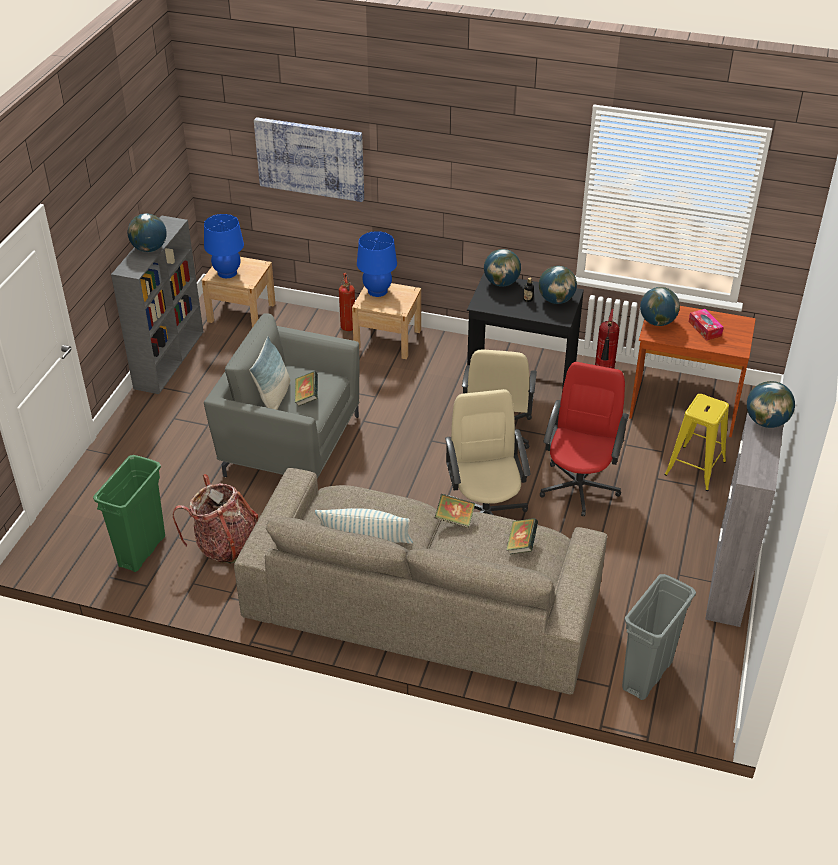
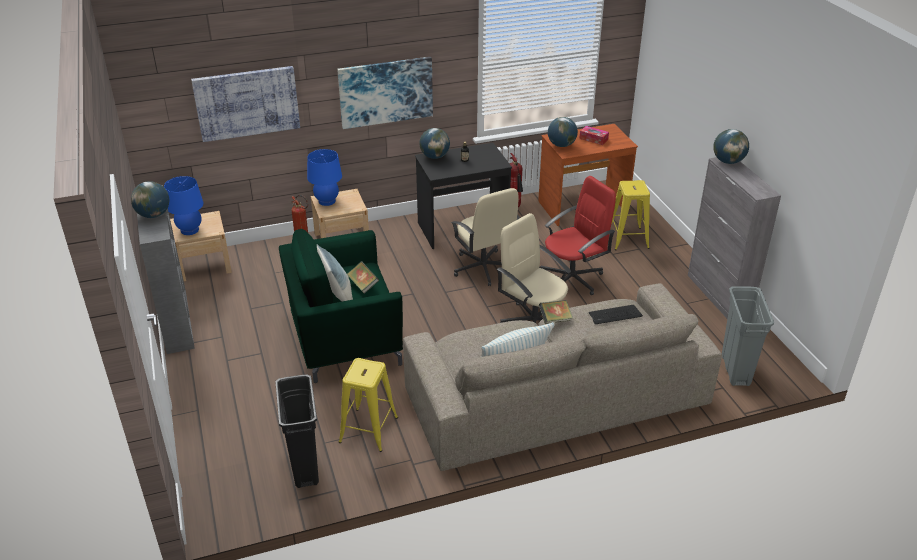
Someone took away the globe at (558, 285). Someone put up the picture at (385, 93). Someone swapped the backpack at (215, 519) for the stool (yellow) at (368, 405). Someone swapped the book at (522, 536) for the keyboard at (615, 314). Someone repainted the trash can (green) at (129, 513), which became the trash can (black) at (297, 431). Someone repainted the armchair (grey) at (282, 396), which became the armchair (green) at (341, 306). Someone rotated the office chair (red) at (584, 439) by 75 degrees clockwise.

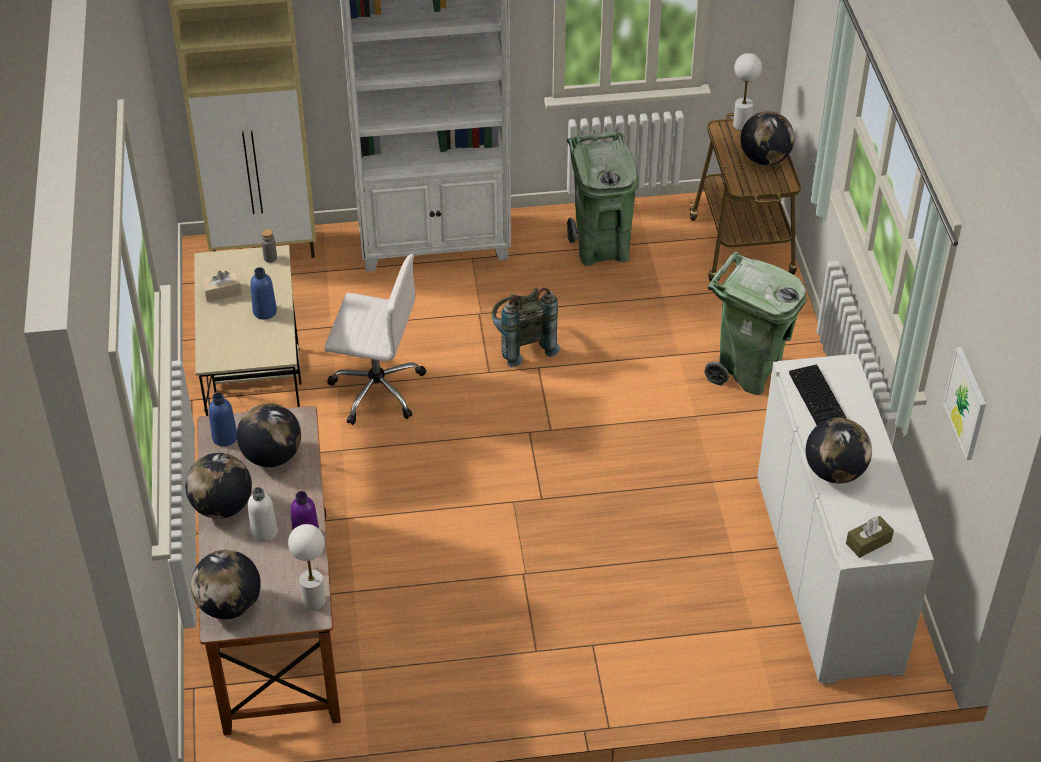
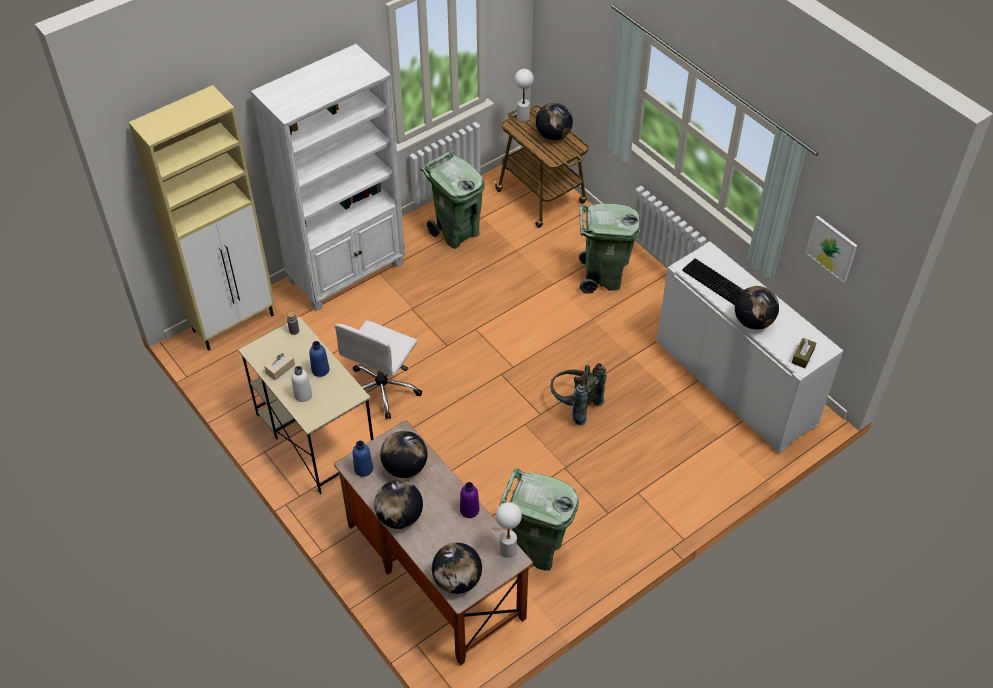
Someone put down the trash can (green) at (539, 519). Someone carried the bottle (white) from (263, 514) to (301, 384). Someone carried the backpack (grey) from (526, 327) to (578, 394). Someone rotated the office chair (white) at (375, 339) by 135 degrees clockwise.

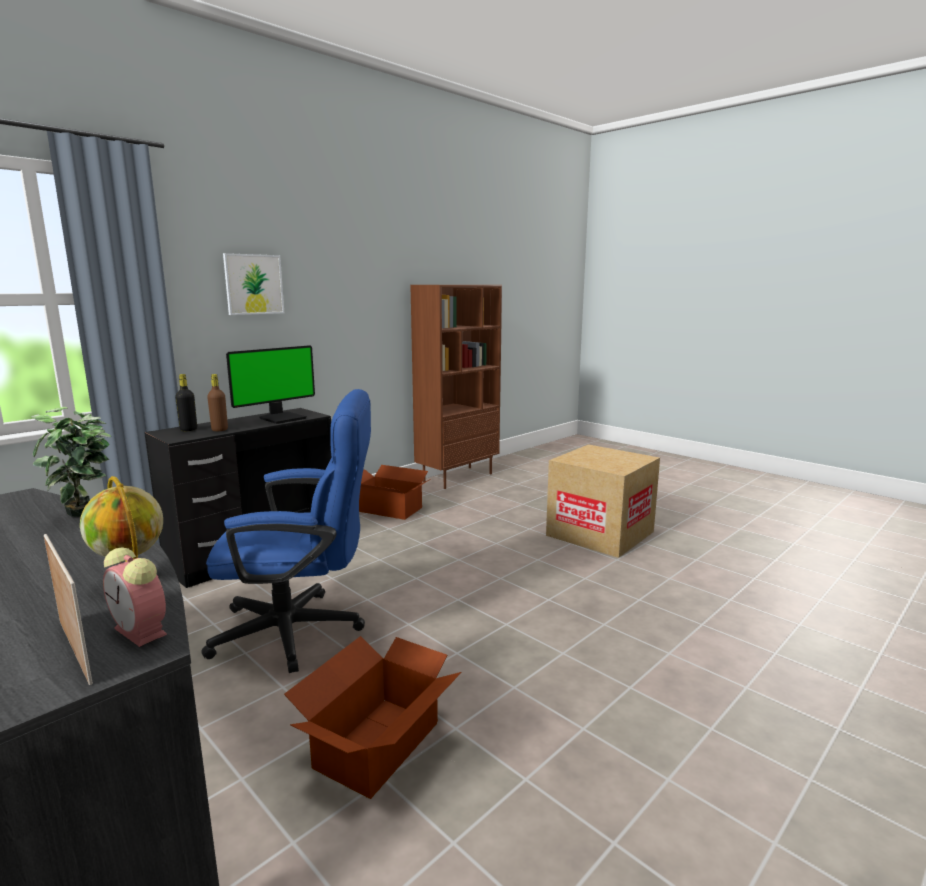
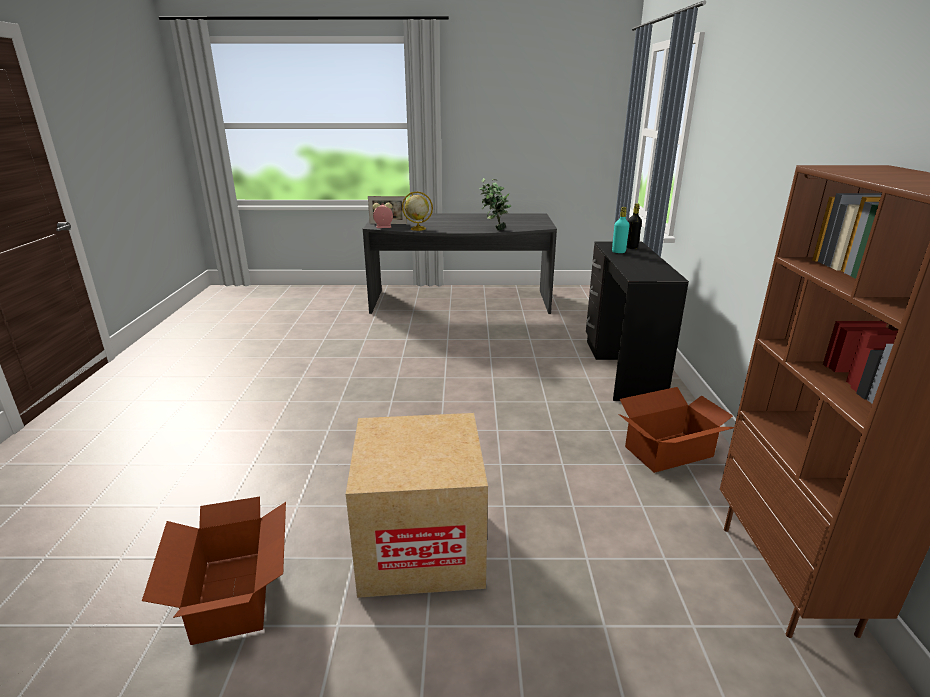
Someone took away the office chair (blue) at (286, 531). Someone took away the picture at (253, 284). Someone took away the monitor at (270, 384). Someone carried the cardboard box from (373, 717) to (214, 571). Someone repainted the bottle (brown) at (217, 402), which became the bottle (turquoise) at (621, 230).

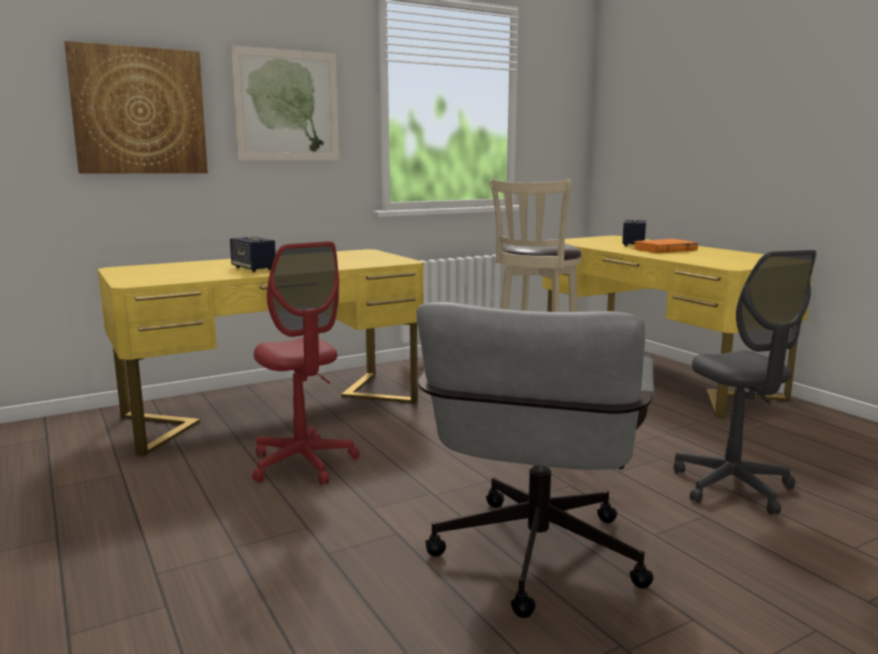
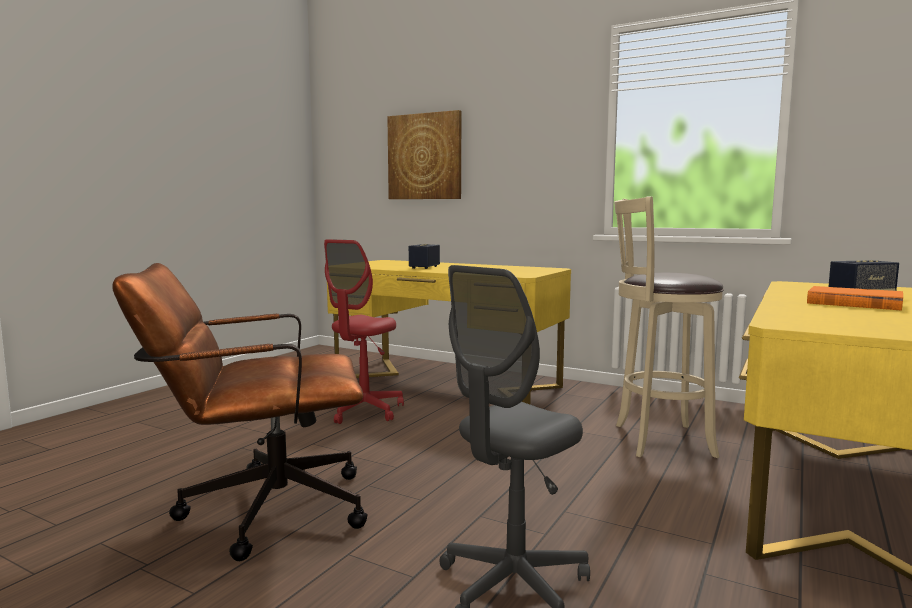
Someone took away the picture at (285, 103). Someone repainted the office chair (grey) at (535, 460), which became the office chair (brown) at (240, 412).

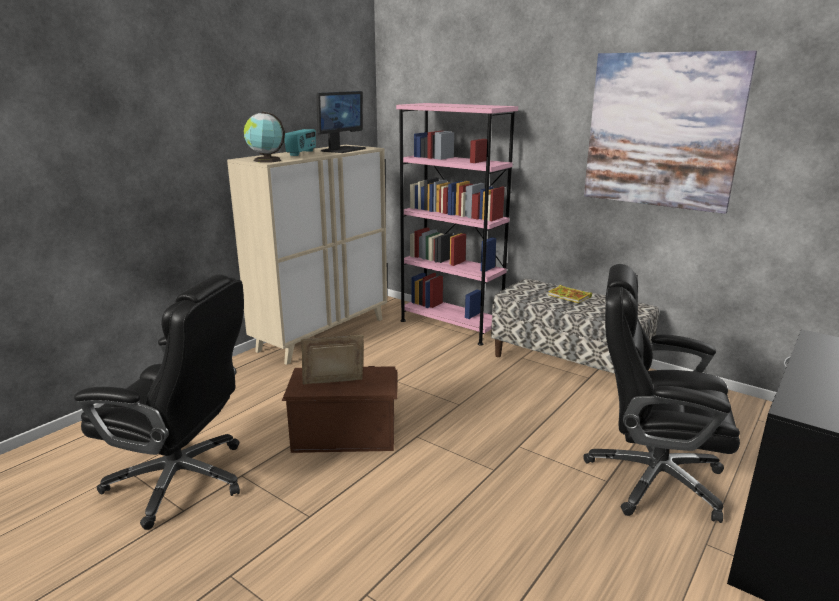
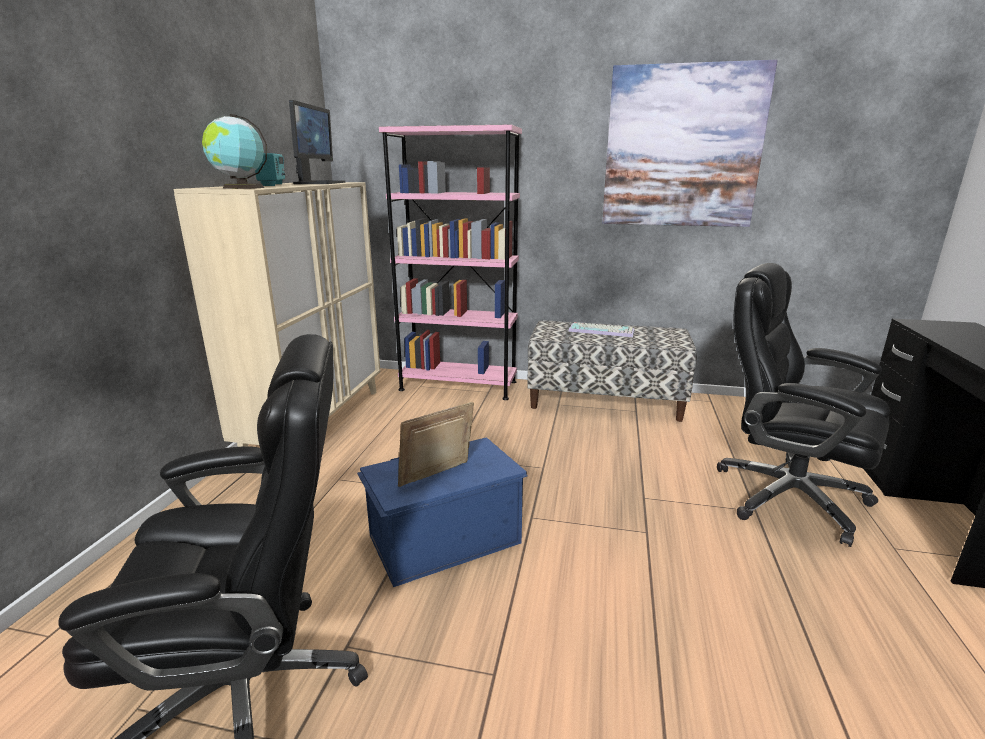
Someone swapped the book at (570, 294) for the keyboard at (601, 329). Someone repainted the storage box (brown) at (339, 409), which became the storage box (blue) at (442, 512). Someone rotated the office chair (black) at (661, 393) by 45 degrees clockwise.

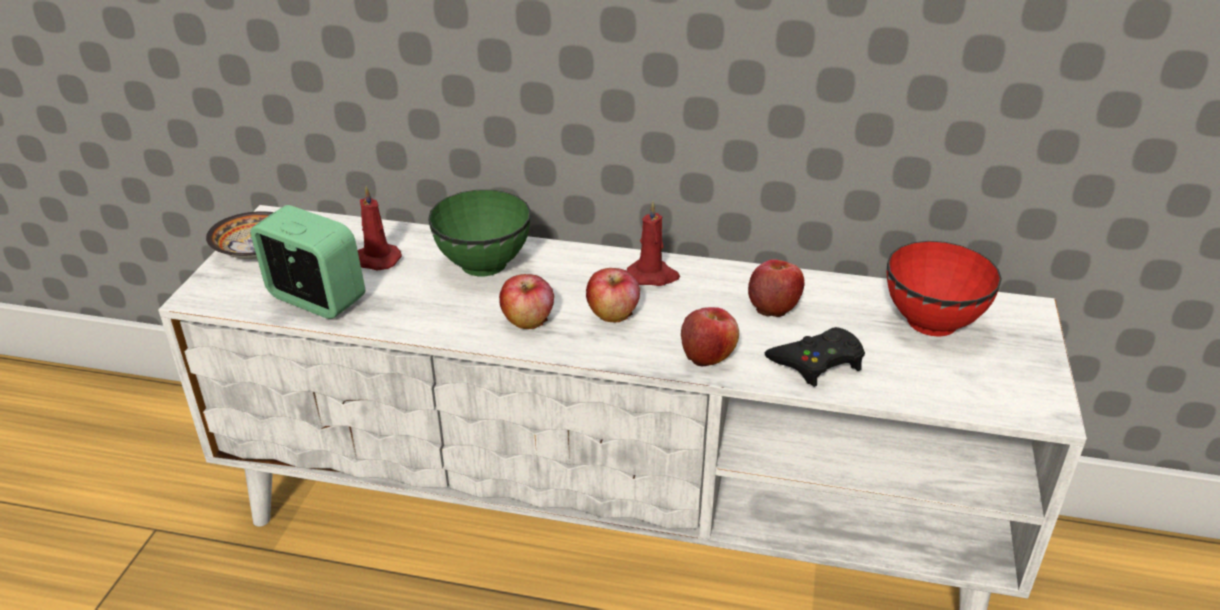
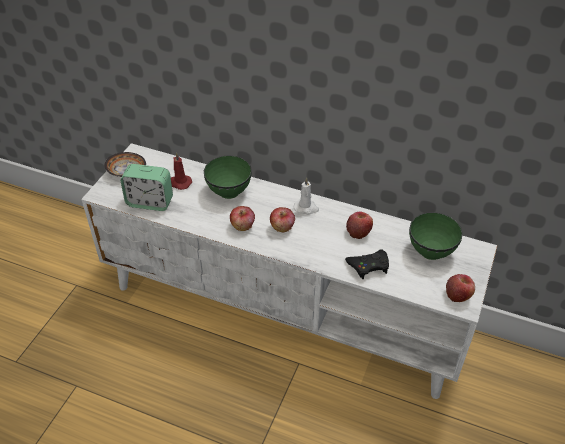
Someone carried the apple from (710, 337) to (460, 288). Someone repainted the candle (red) at (653, 243), which became the candle (white) at (306, 196). Someone repainted the bowl (red) at (944, 289), which became the bowl (green) at (436, 236). Someone rotated the alarm clock at (308, 262) by 150 degrees clockwise.

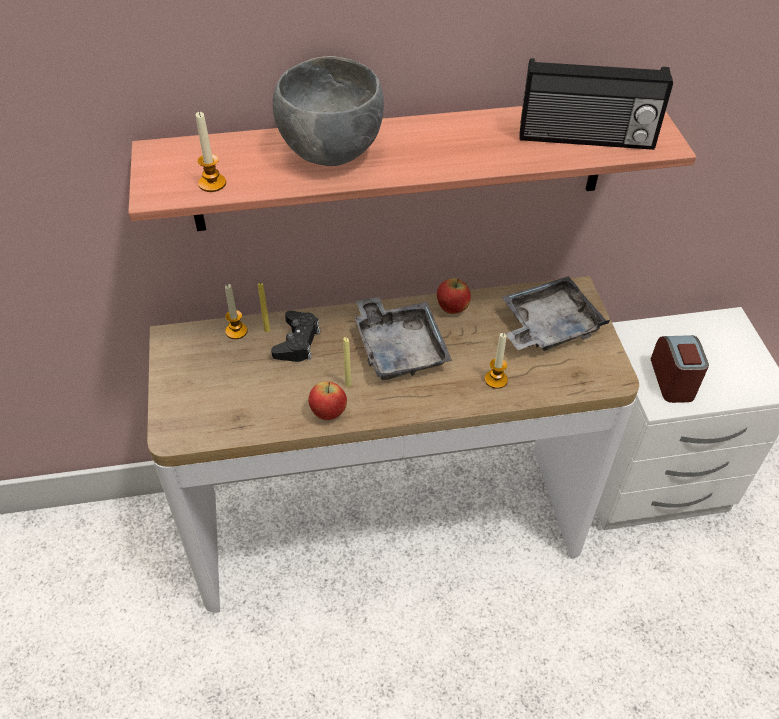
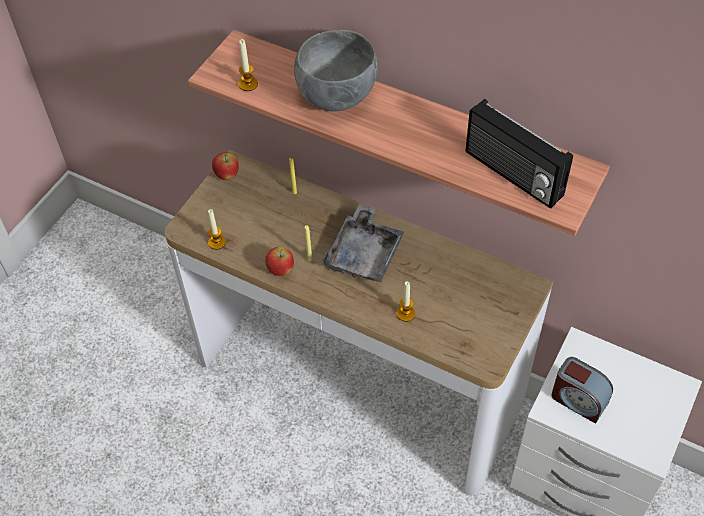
Someone took away the game controller (black) at (296, 336). Someone took away the tray (grey) at (556, 313). Someone carried the candle from (236, 311) to (217, 229). Someone carried the apple from (454, 296) to (225, 166). Someone rotated the alarm clock at (680, 369) by 90 degrees clockwise.

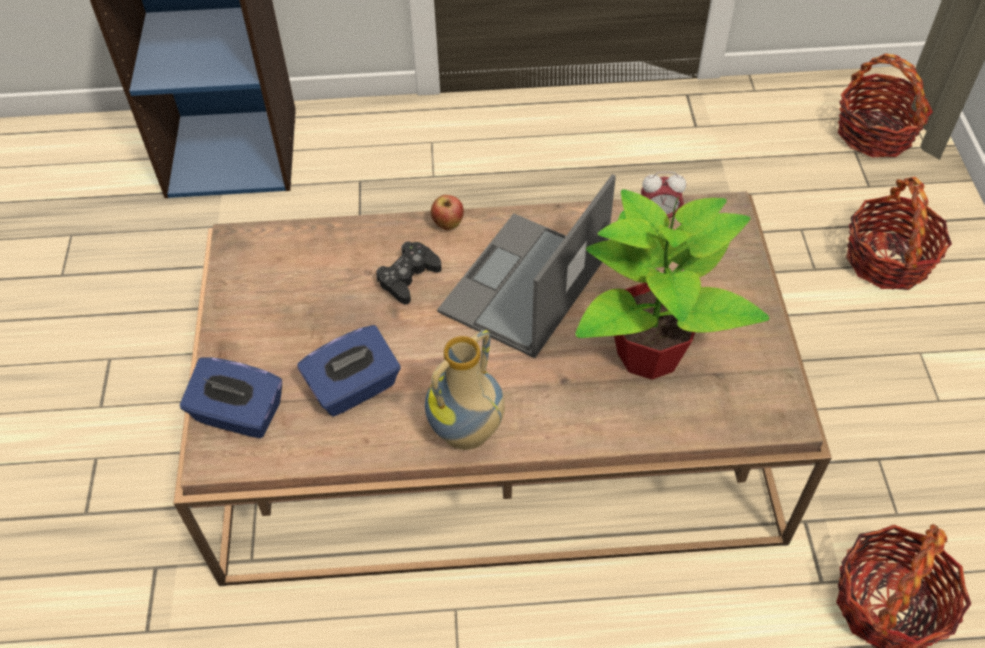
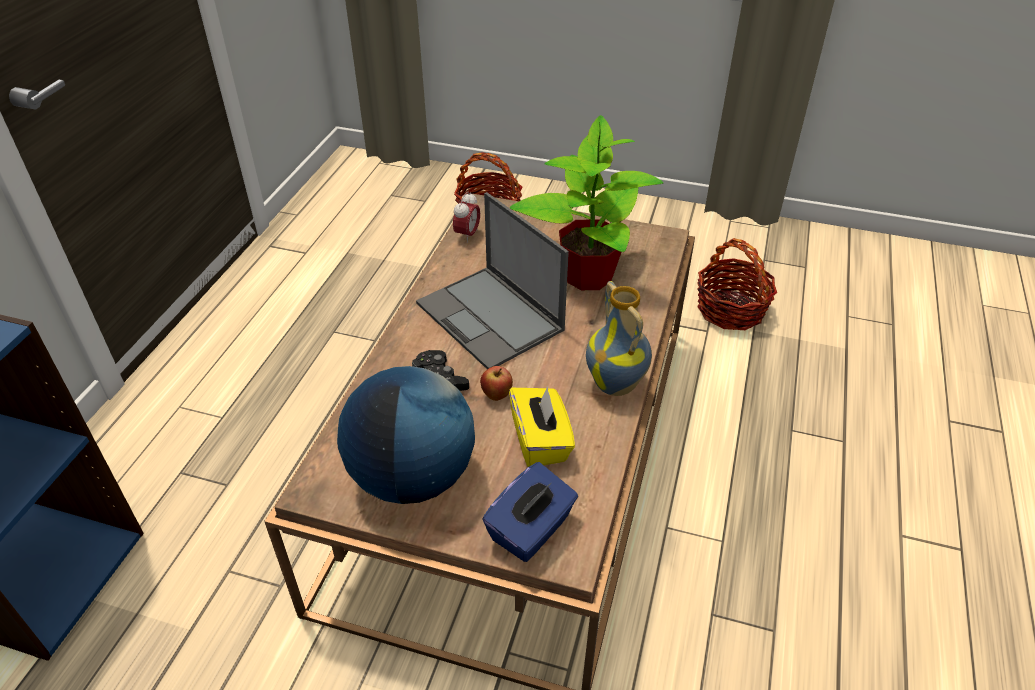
Someone took away the basket at (885, 105). Someone put down the globe at (406, 435). Someone carried the apple from (447, 212) to (496, 383). Someone repainted the tissue box (blue) at (349, 370), which became the tissue box (yellow) at (542, 426).

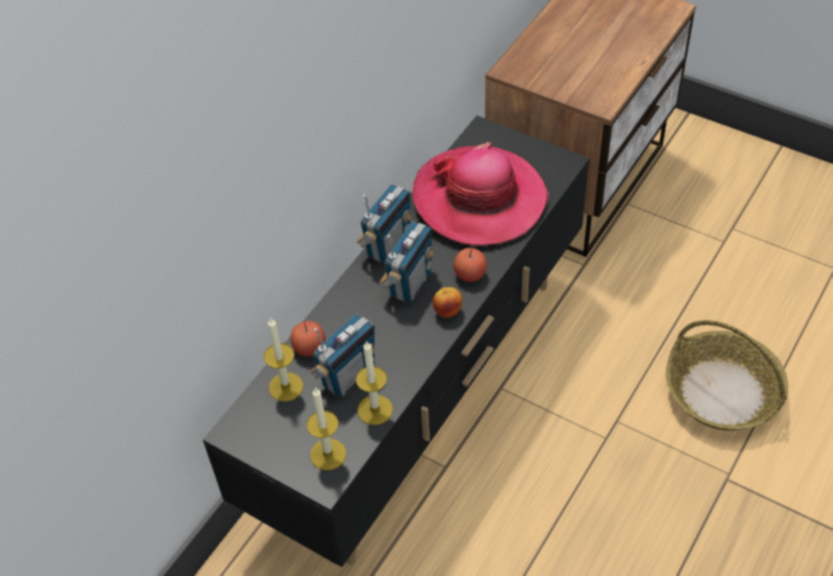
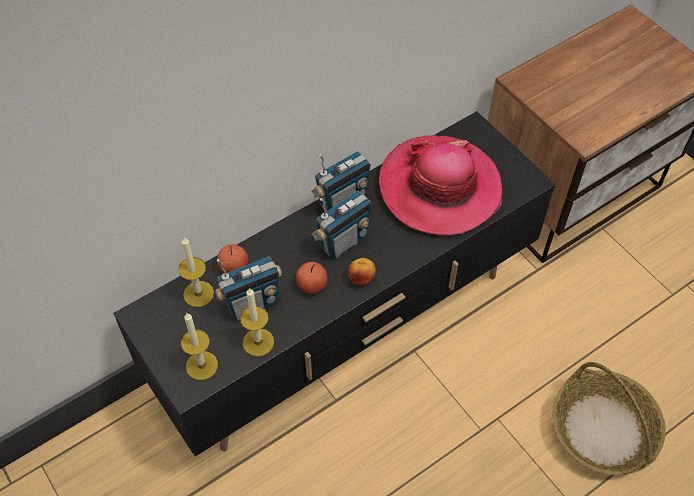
Someone carried the apple from (470, 265) to (312, 278).

